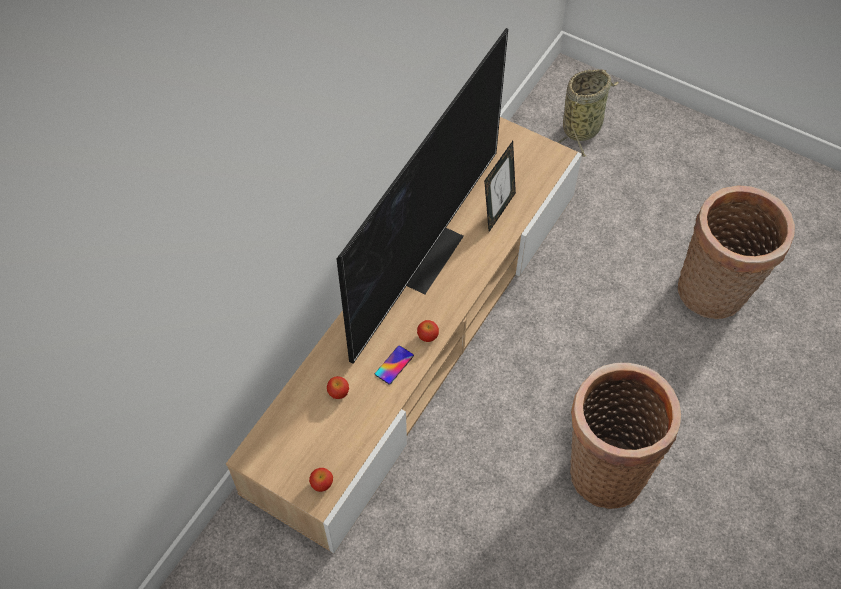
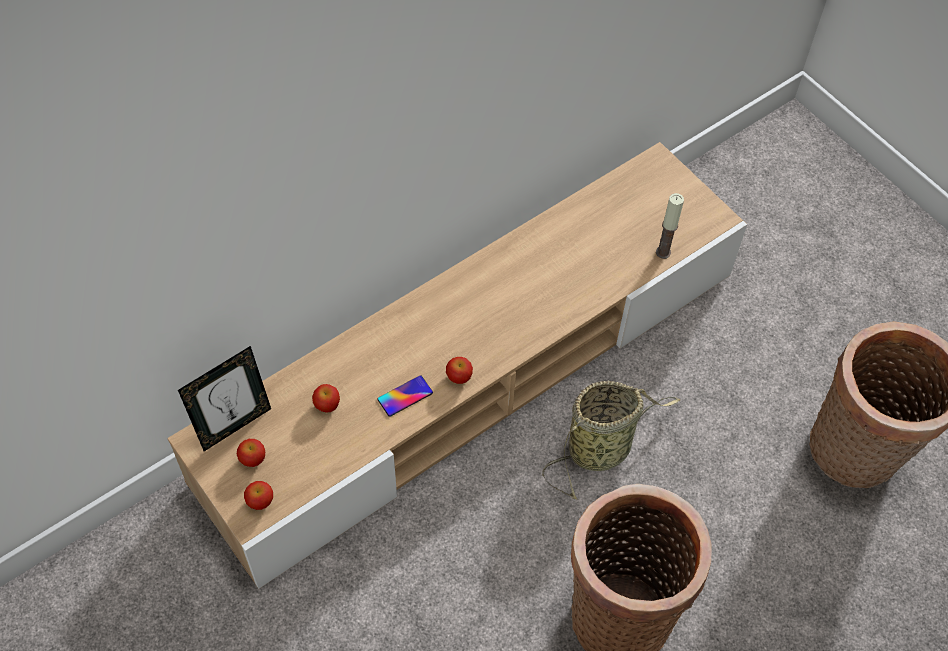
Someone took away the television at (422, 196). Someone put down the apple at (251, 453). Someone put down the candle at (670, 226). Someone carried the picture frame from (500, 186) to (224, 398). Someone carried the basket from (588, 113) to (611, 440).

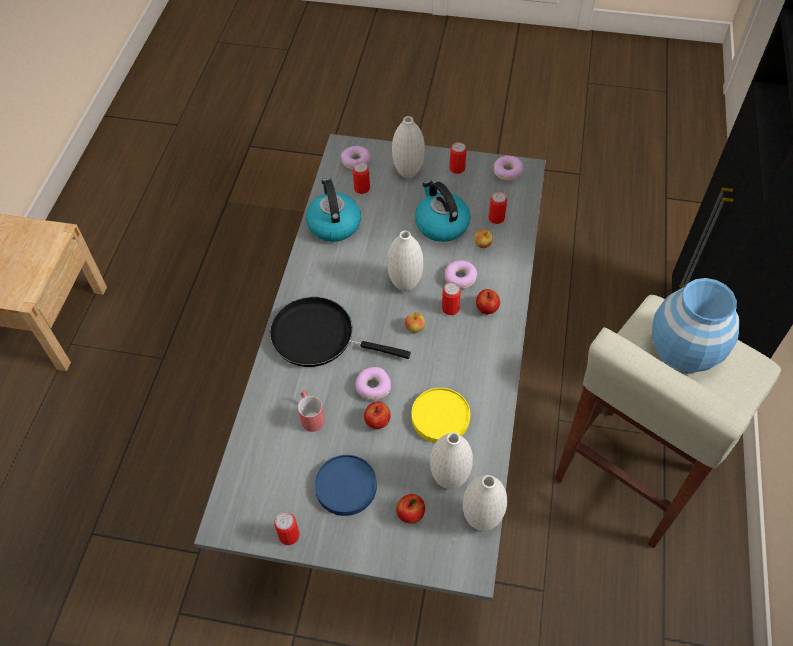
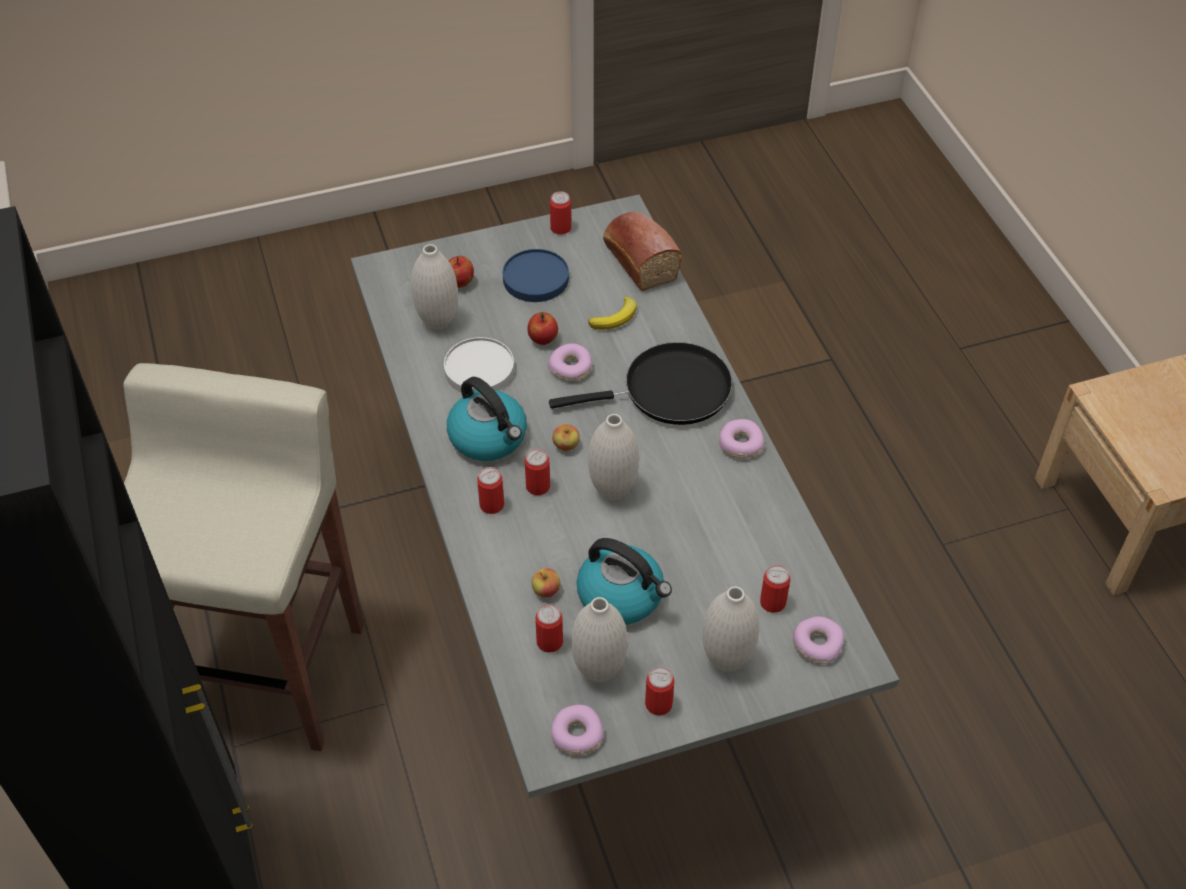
Someone took away the vase (blue) at (695, 325). Someone put down the bread at (642, 251). Someone carried the kettle from (333, 210) to (487, 419). Someone carried the donut from (461, 274) to (741, 438). Someone carried the vase (white) from (485, 503) to (599, 640). Someone swapped the mug (red) at (311, 411) for the banana at (612, 313). Someone swapped the apple at (488, 301) for the can at (490, 490). Someone repainted the plate (yellow) at (441, 415), which became the plate (white) at (479, 365).

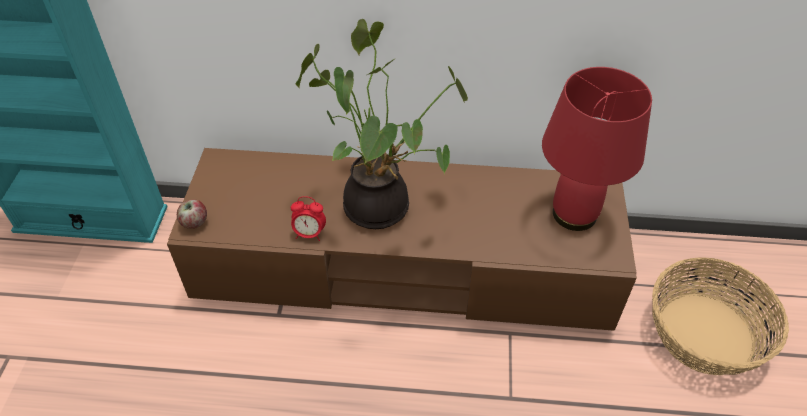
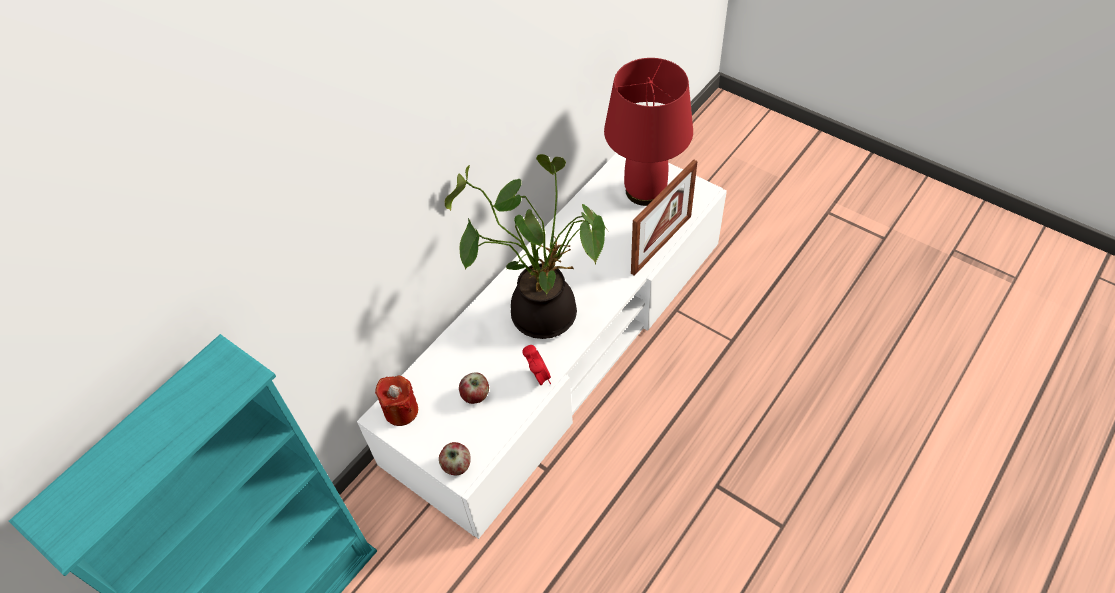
Someone took away the basket at (720, 316). Someone put down the candle (red) at (396, 400). Someone put down the apple at (474, 388). Someone put down the picture frame at (664, 218). Someone repainted the tv stand (brown) at (402, 239), which became the tv stand (white) at (542, 346). Someone rotated the alarm clock at (308, 218) by 60 degrees counterclockwise.

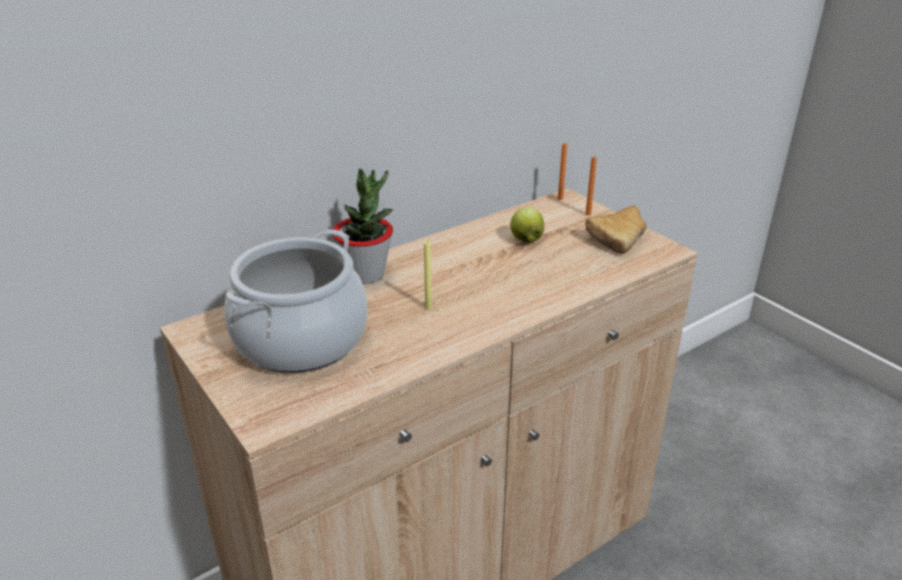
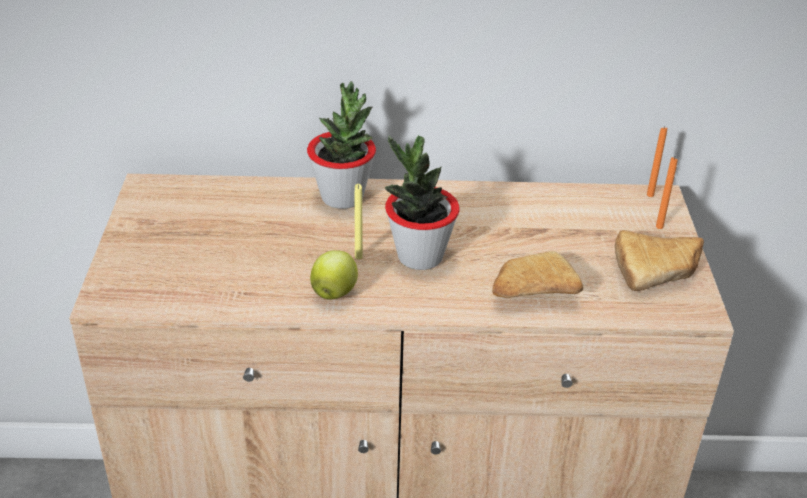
Someone took away the cooking pot at (296, 301). Someone put down the potted plant at (422, 202). Someone put down the bread at (537, 274). Someone carried the apple from (527, 225) to (334, 274).

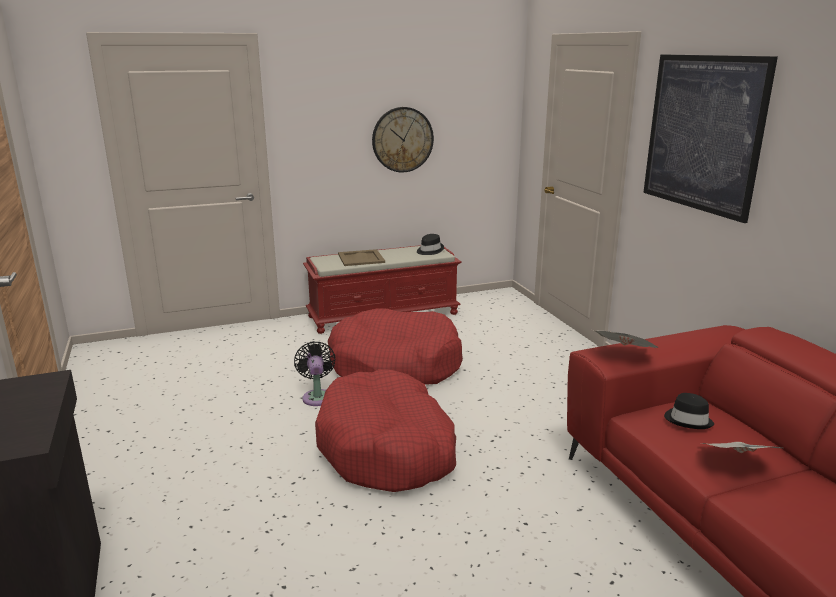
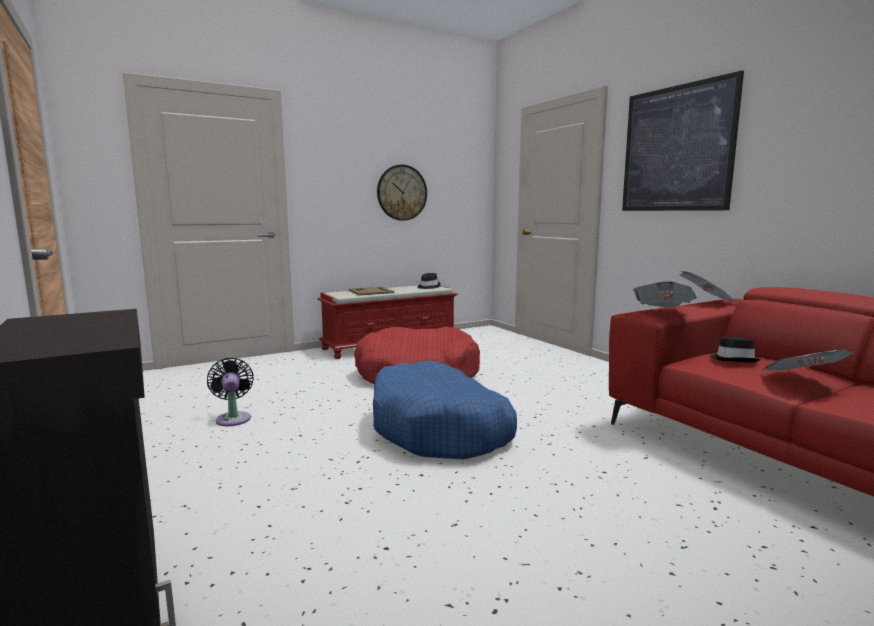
Someone put down the newspaper at (709, 286). Someone carried the fan (black) from (315, 373) to (230, 392). Someone repainted the dog bed (red) at (385, 430), which became the dog bed (blue) at (445, 410).

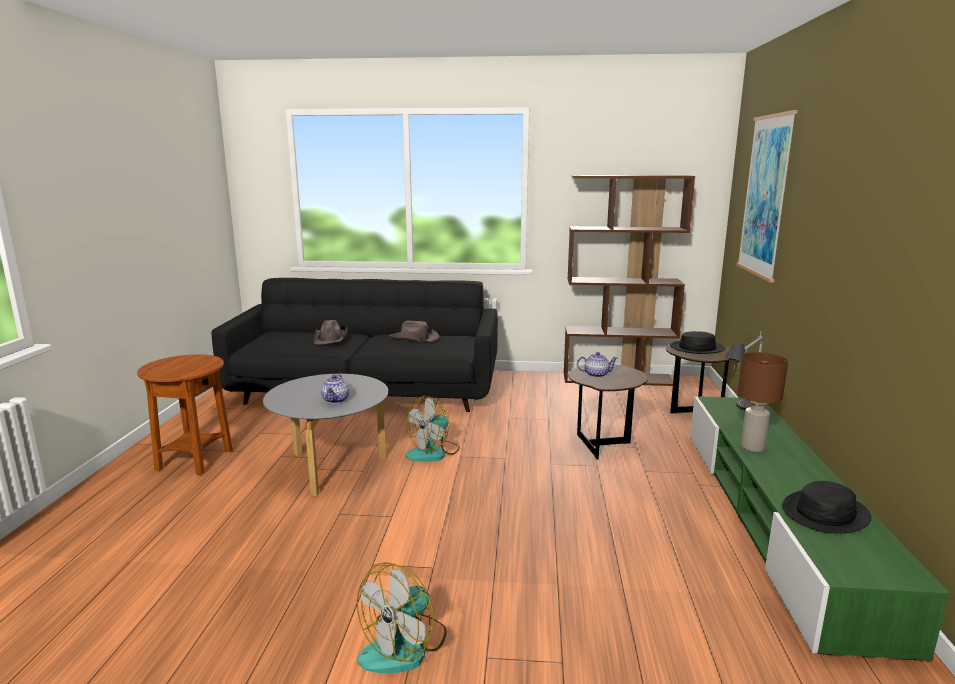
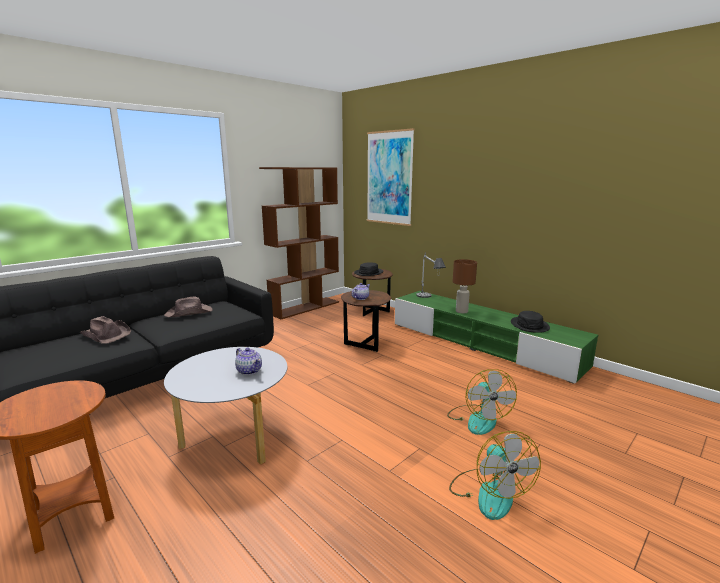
Someone carried the fan from (432, 429) to (482, 402).

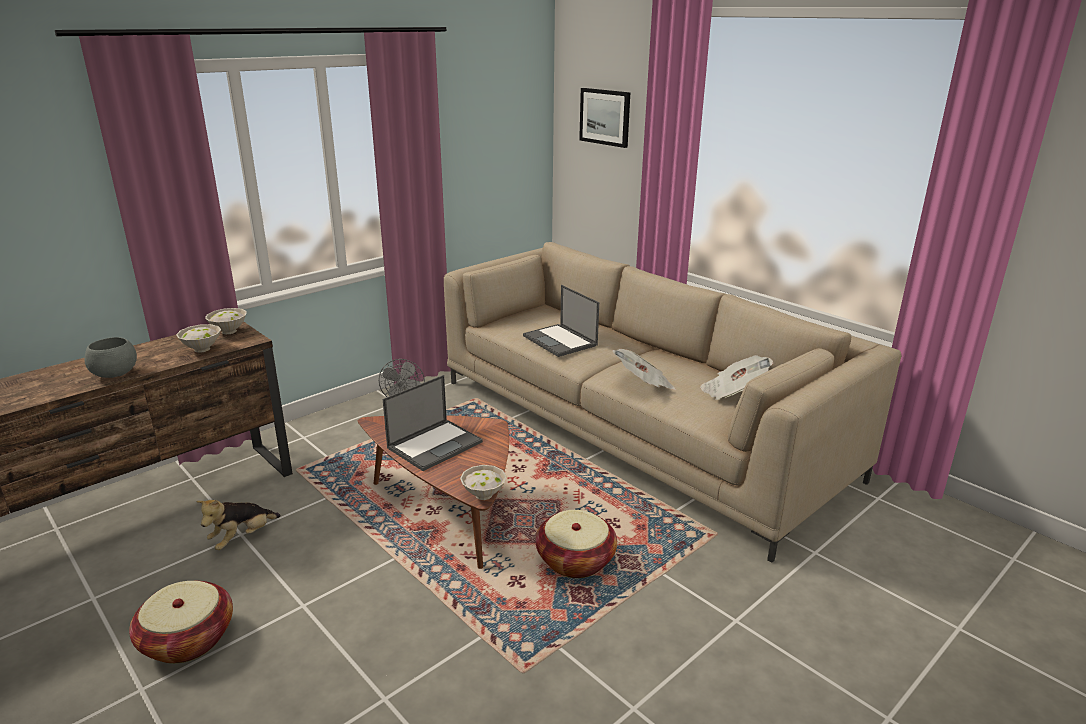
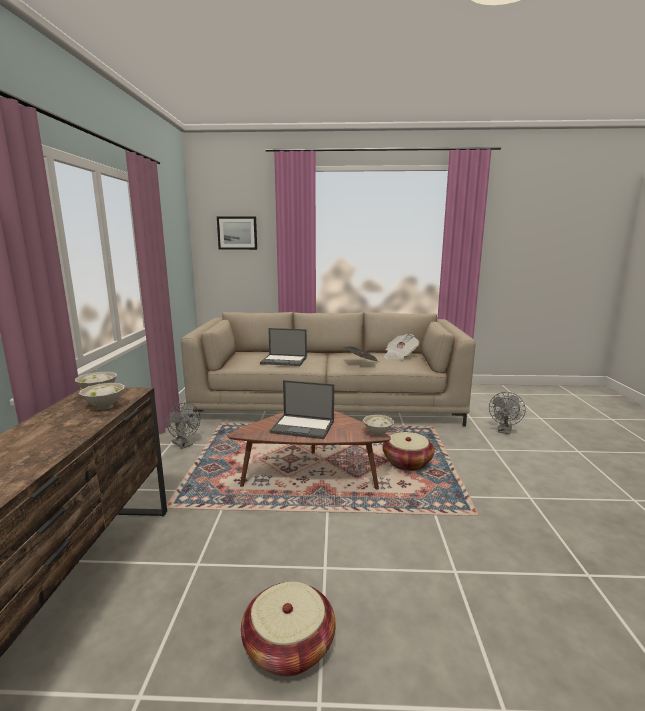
Someone took away the bowl (grey) at (110, 357). Someone took away the plush toy at (238, 525). Someone put down the fan (grey) at (507, 413). Someone rotated the laptop at (433, 423) by 105 degrees clockwise.

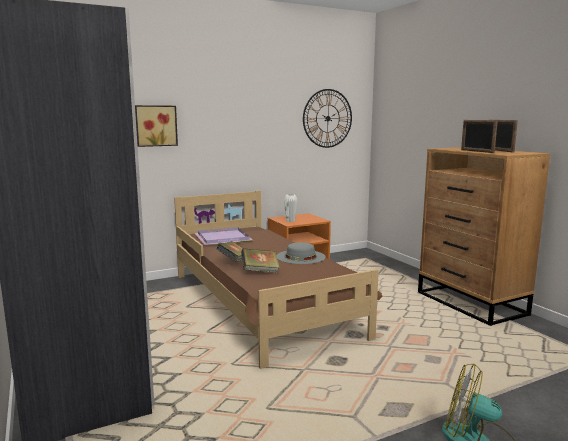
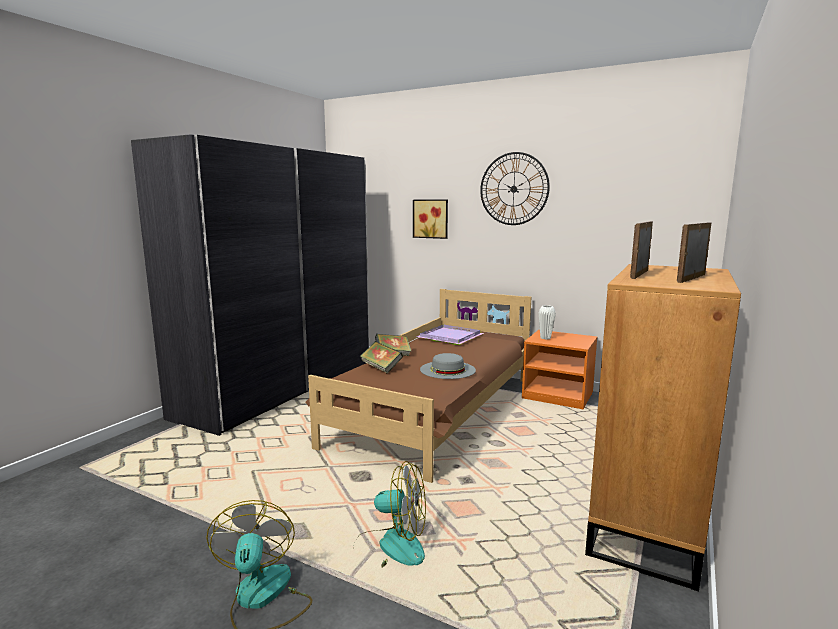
Someone put down the fan at (389, 514). Someone carried the wall clock from (327, 118) to (515, 188).

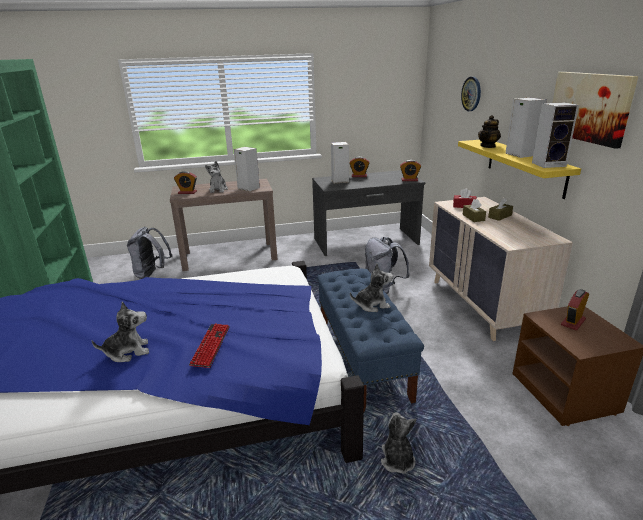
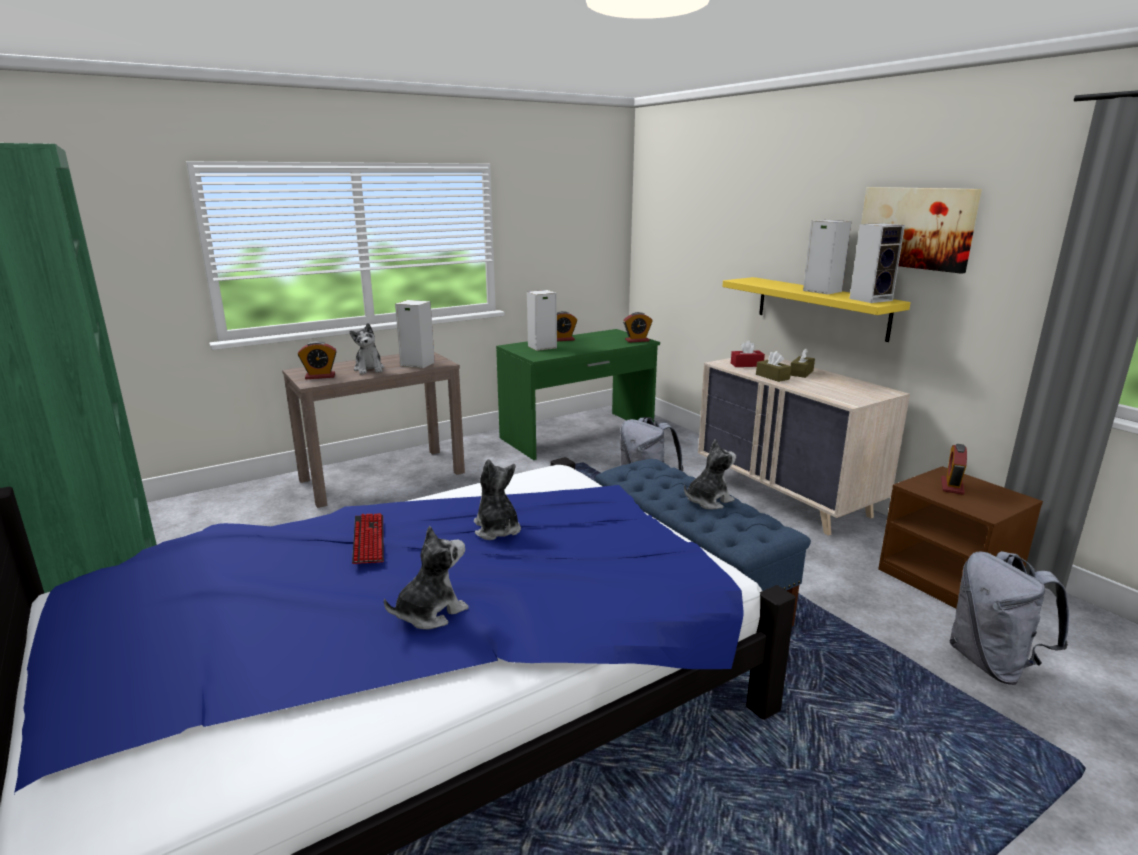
Someone took away the wall clock at (471, 94). Someone took away the teapot at (489, 131). Someone carried the backpack (grey) from (150, 253) to (1009, 618). Someone carried the keyboard from (209, 345) to (368, 538). Someone carried the plush toy from (398, 443) to (497, 499). Someone repainted the desk (grey) at (368, 213), which became the desk (green) at (578, 394).

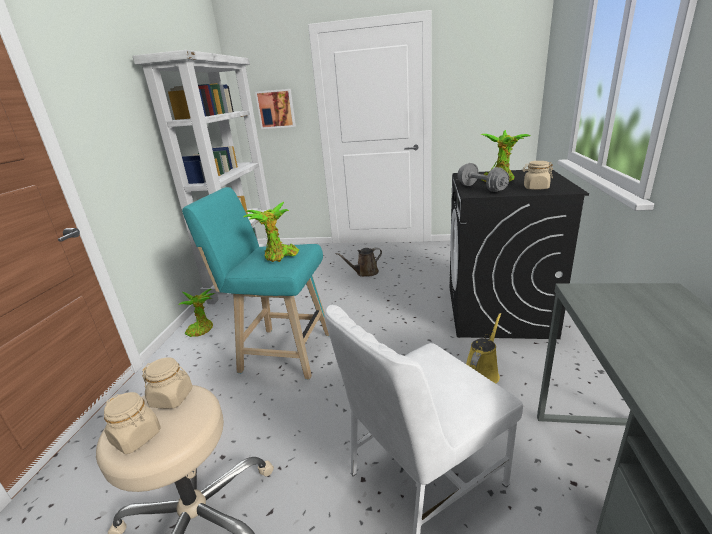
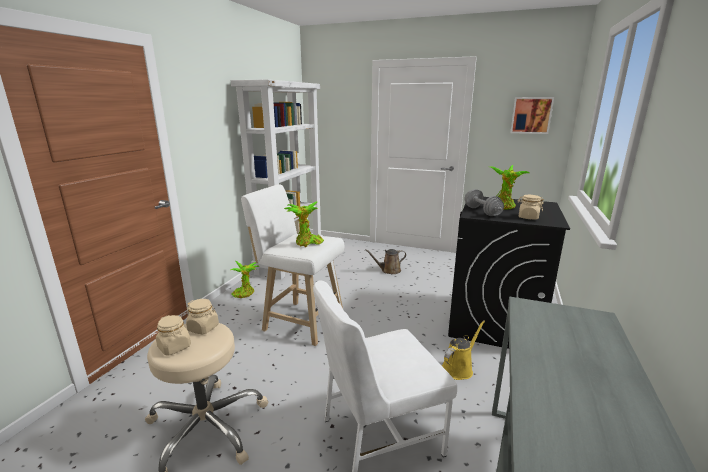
Someone carried the picture from (275, 109) to (532, 115). Someone repainted the stool (turquoise) at (255, 283), which became the stool (white) at (292, 265).

